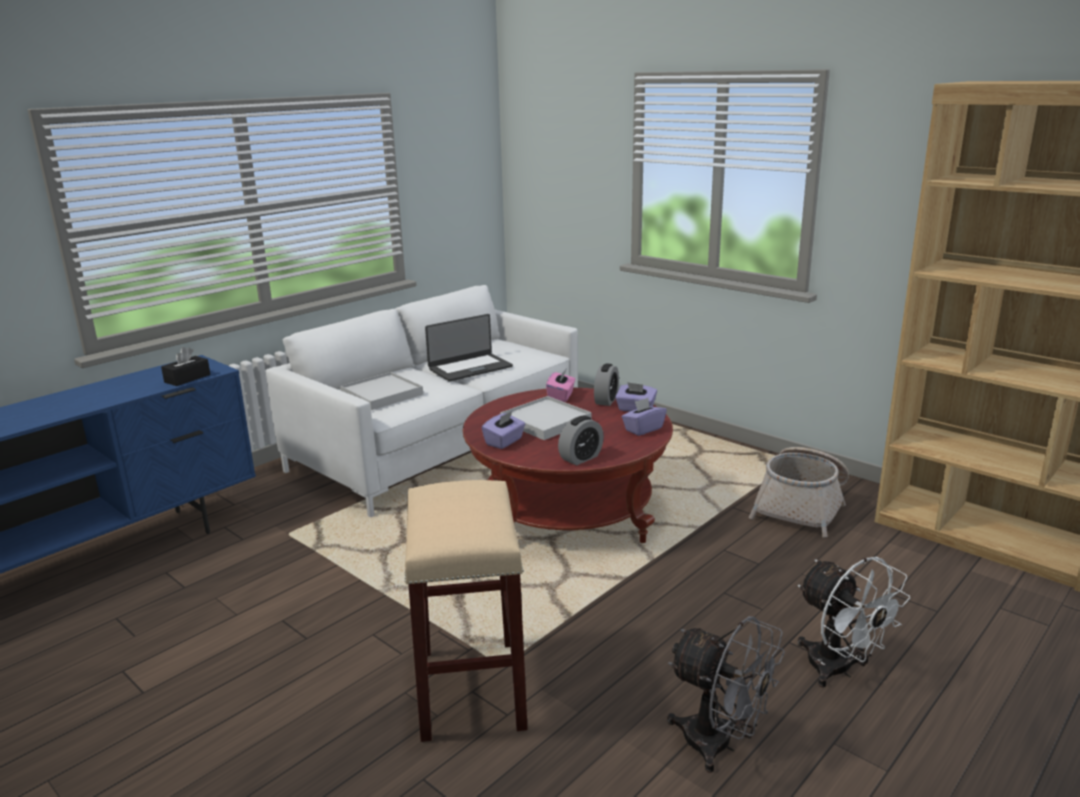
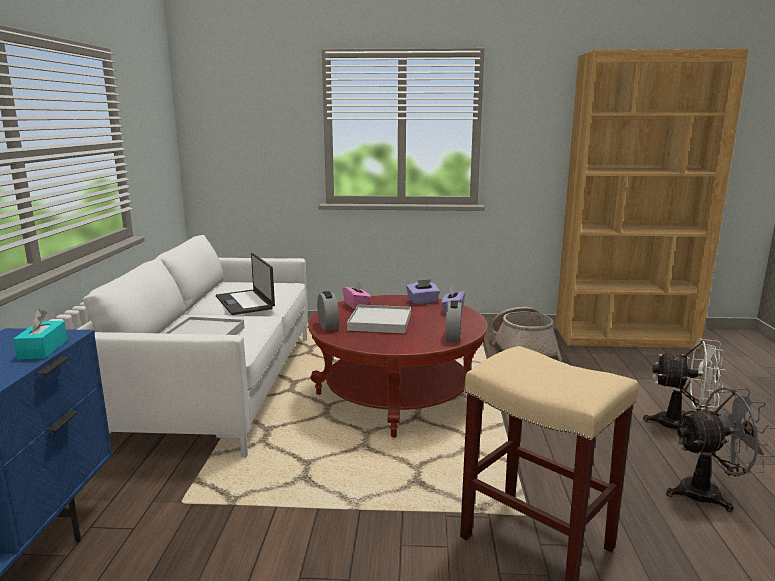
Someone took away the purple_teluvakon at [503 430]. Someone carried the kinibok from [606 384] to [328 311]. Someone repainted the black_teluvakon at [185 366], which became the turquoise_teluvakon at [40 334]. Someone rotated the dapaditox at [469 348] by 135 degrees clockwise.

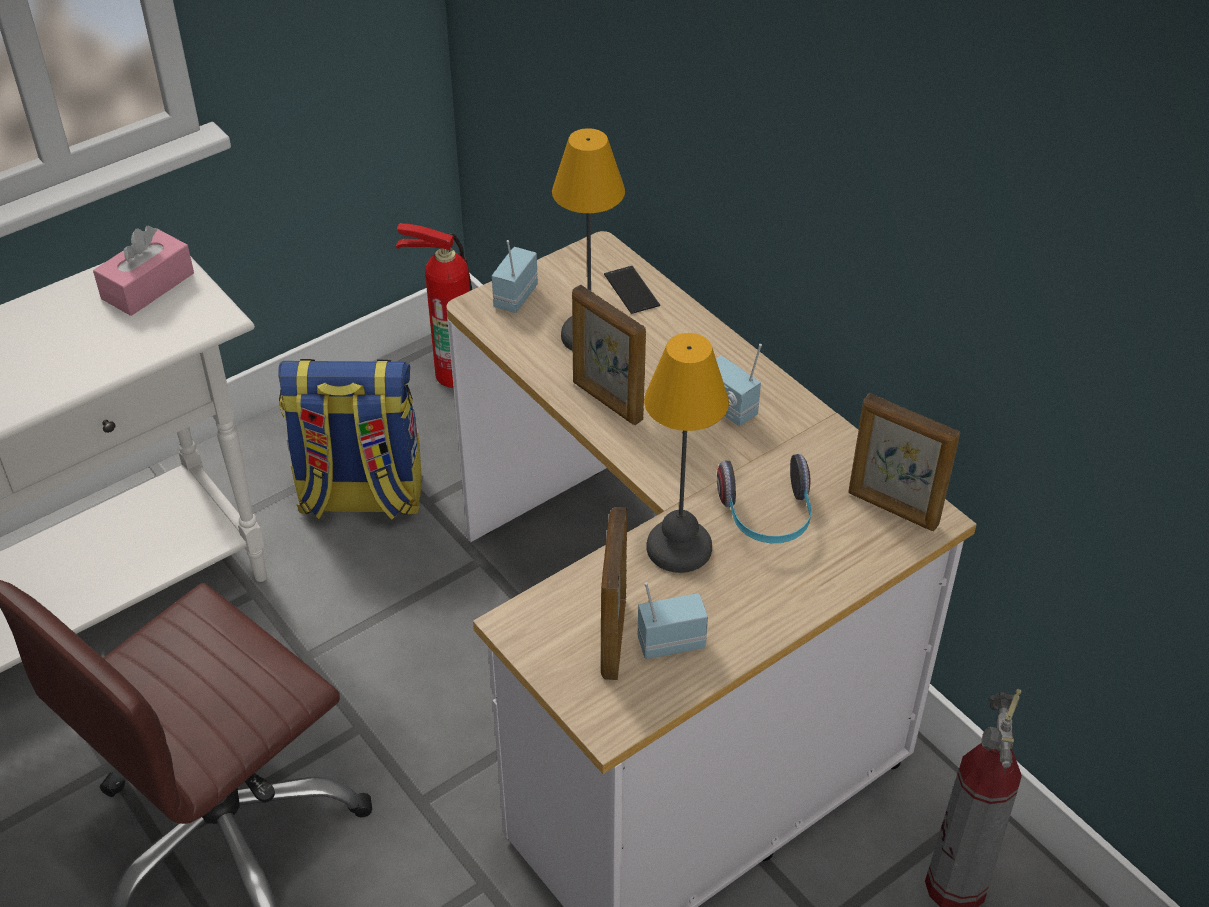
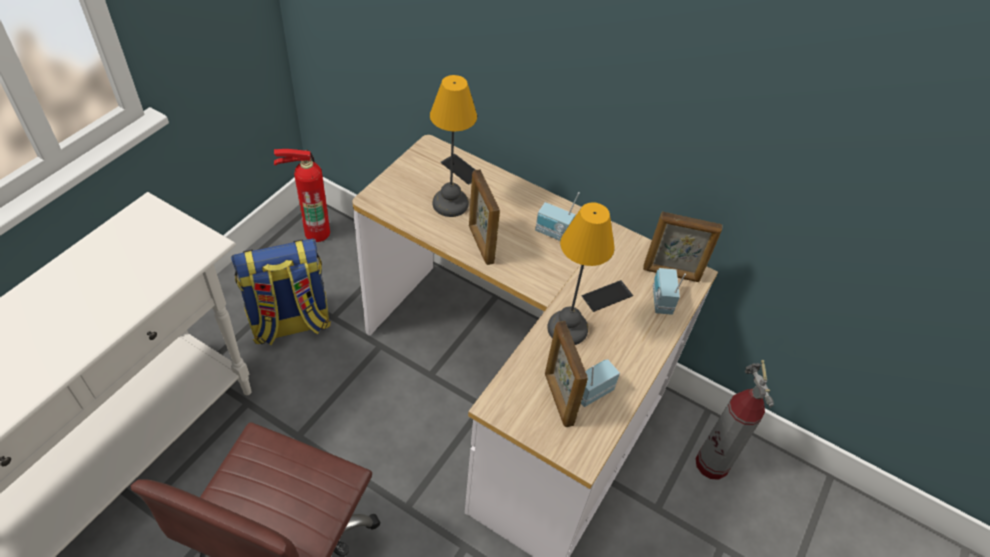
Someone took away the pink_teluvakon at [143 270]. Someone carried the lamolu from [515 276] to [669 291]. Someone swapped the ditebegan at [764 498] for the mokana at [607 296]. Someone rotated the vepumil at [609 355] by 45 degrees clockwise.

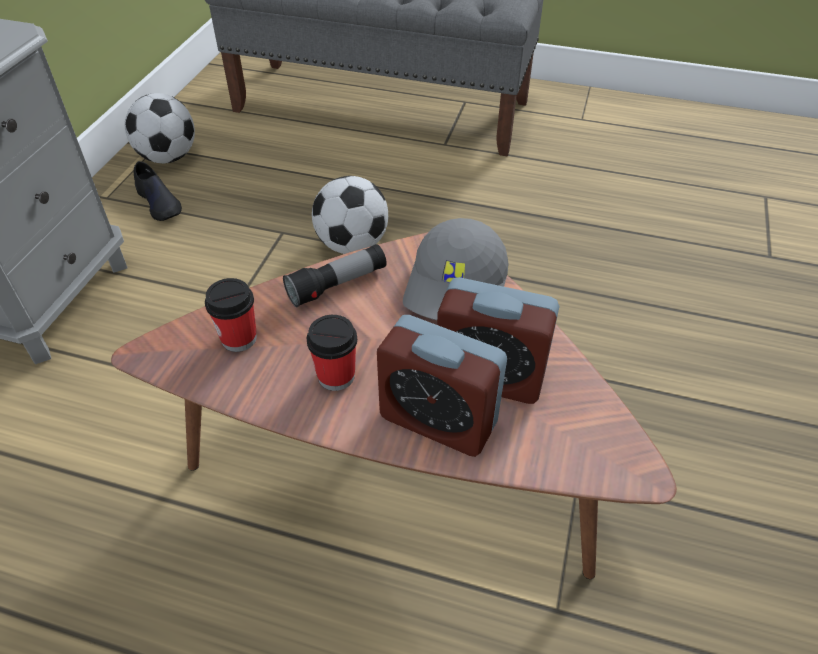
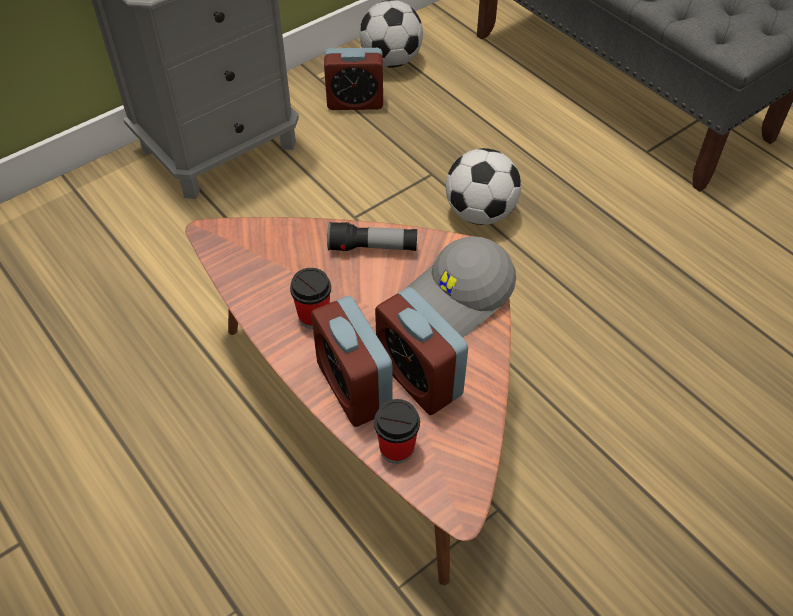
Someone carried the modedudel from [231 315] to [397 431]. Someone swapped the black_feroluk at [158 191] for the kinibok at [353 79].

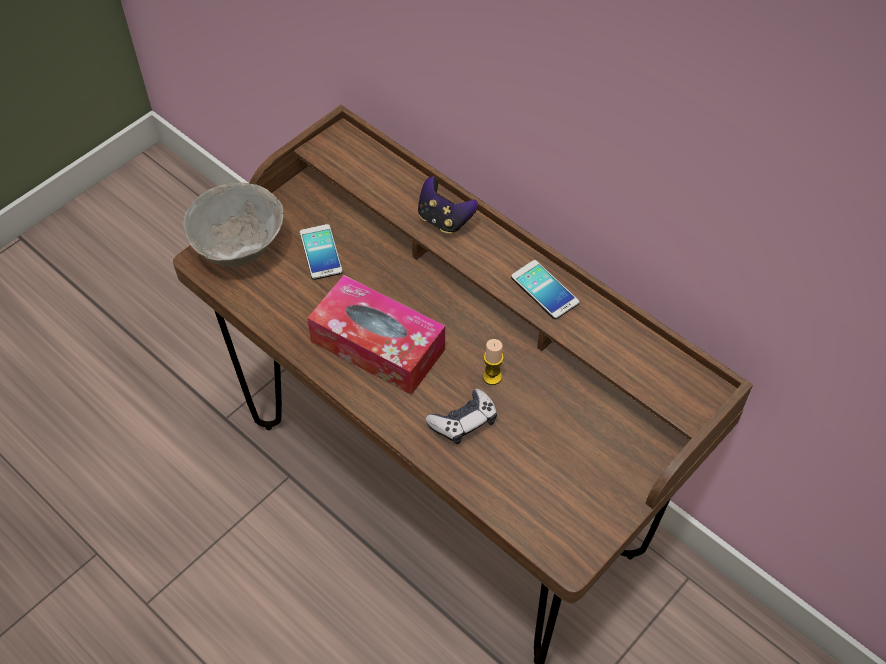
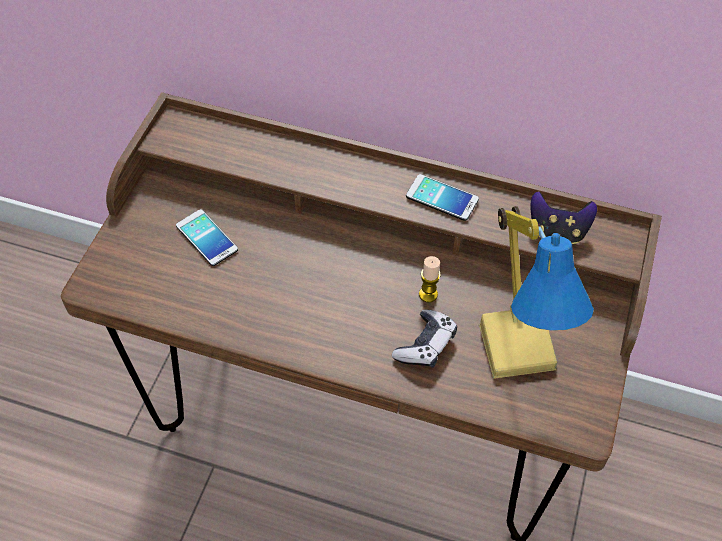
Someone took away the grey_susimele at [233 225]. Someone took away the teluvakon at [376 335]. Someone put down the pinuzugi at [536 292]. Someone carried the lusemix from [448 205] to [564 217].

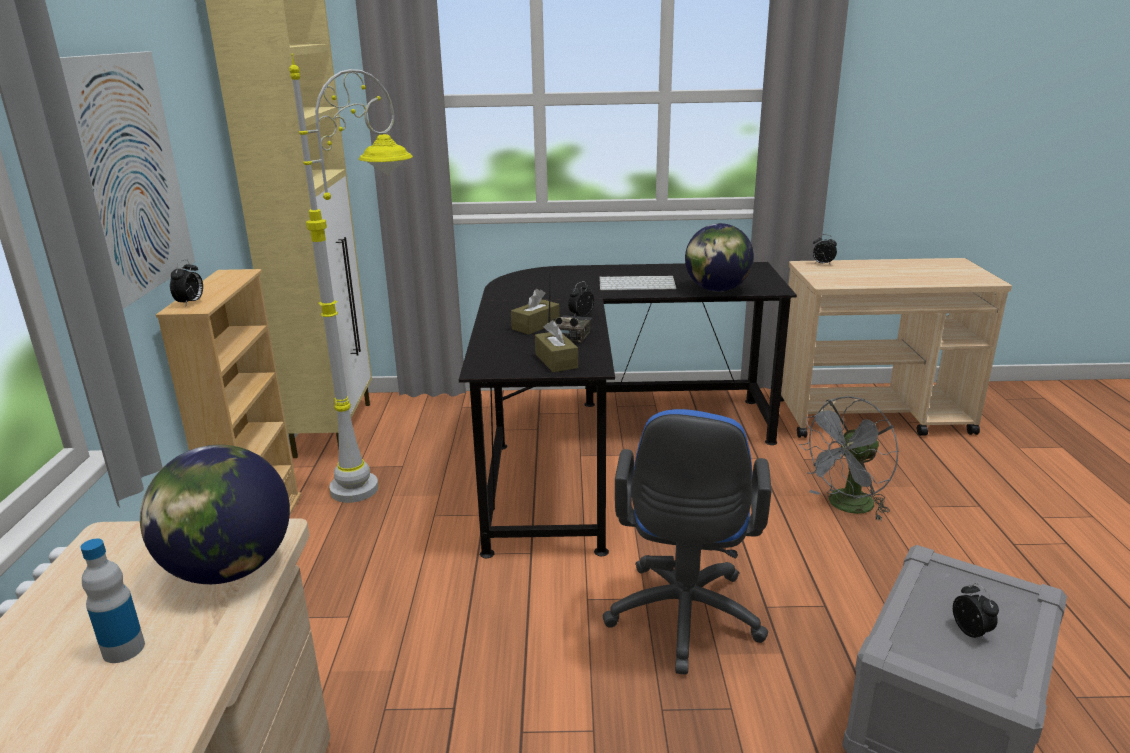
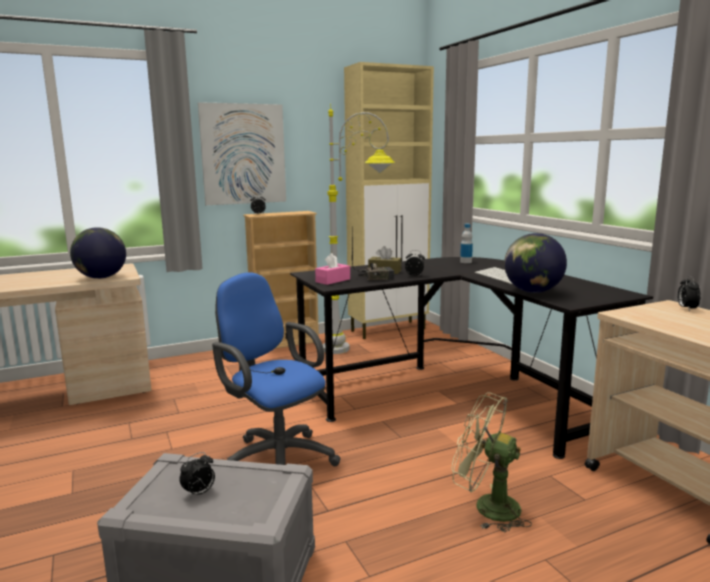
Someone carried the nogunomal from [112 600] to [466 243]. Someone repainted the brown_teluvakon at [556 346], which became the pink_teluvakon at [332 269]. Someone repainted the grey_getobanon at [849 458], which became the green_getobanon at [492 462]. Someone rotated the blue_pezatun at [687 542] by 60 degrees clockwise.

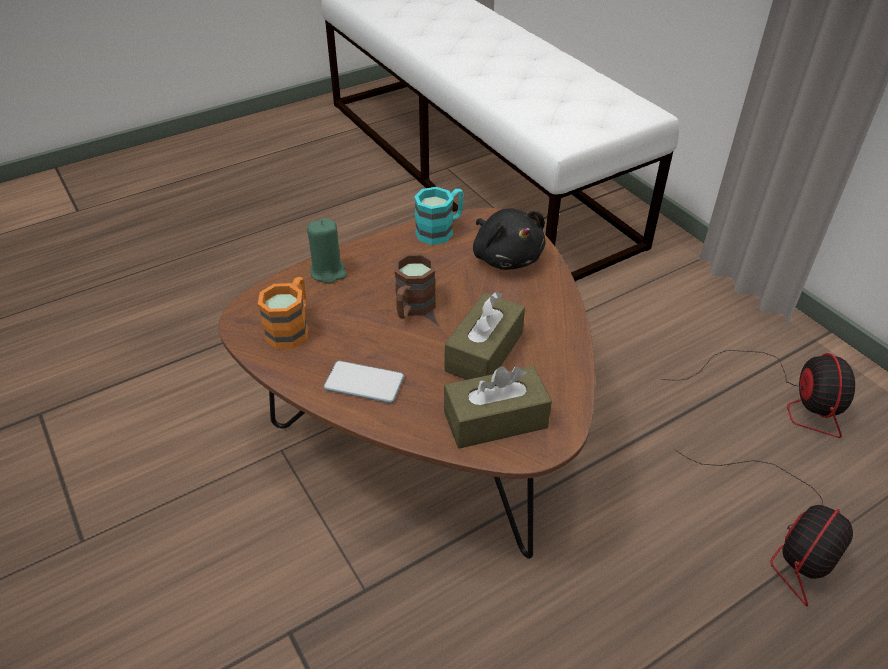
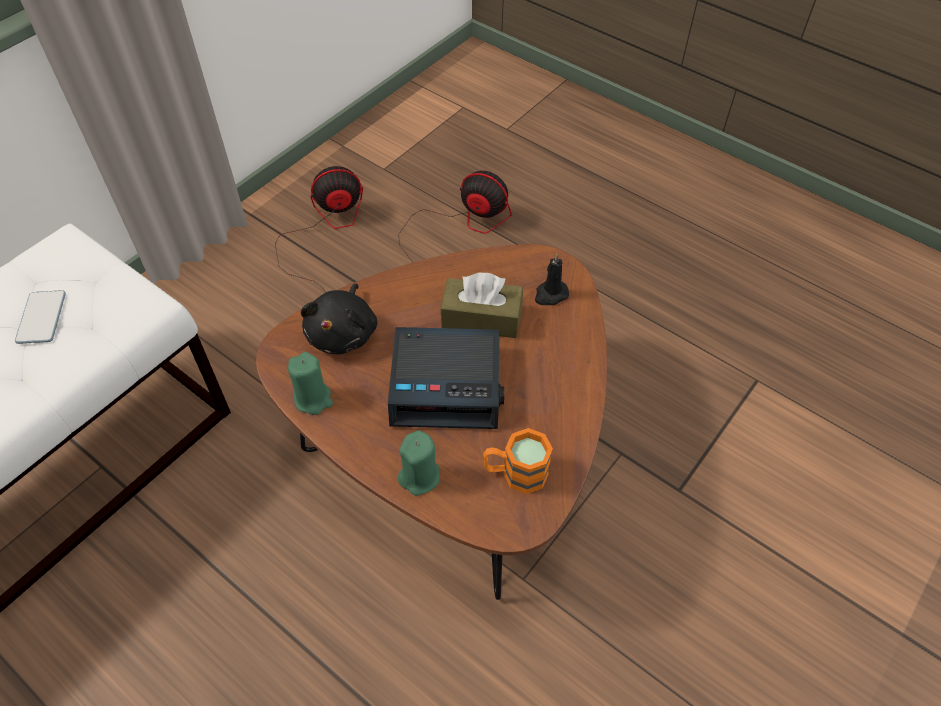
Someone carried the mokana from [363 382] to [40 317]. Someone swapped the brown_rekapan at [415 286] for the kinibok at [446 378]. Someone swapped the turquoise_rekapan at [439 216] for the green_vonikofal at [310 383]. Someone swapped the brown_teluvakon at [498 407] for the black_vonikofal at [552 279]. Someone rotated the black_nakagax at [509 239] by 150 degrees clockwise.

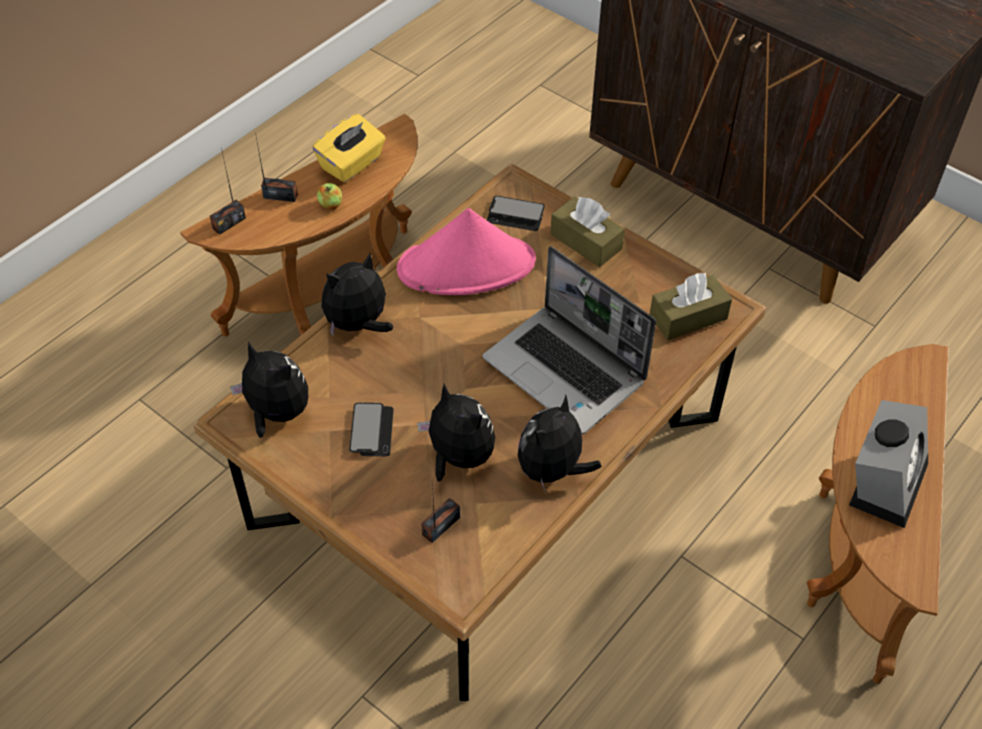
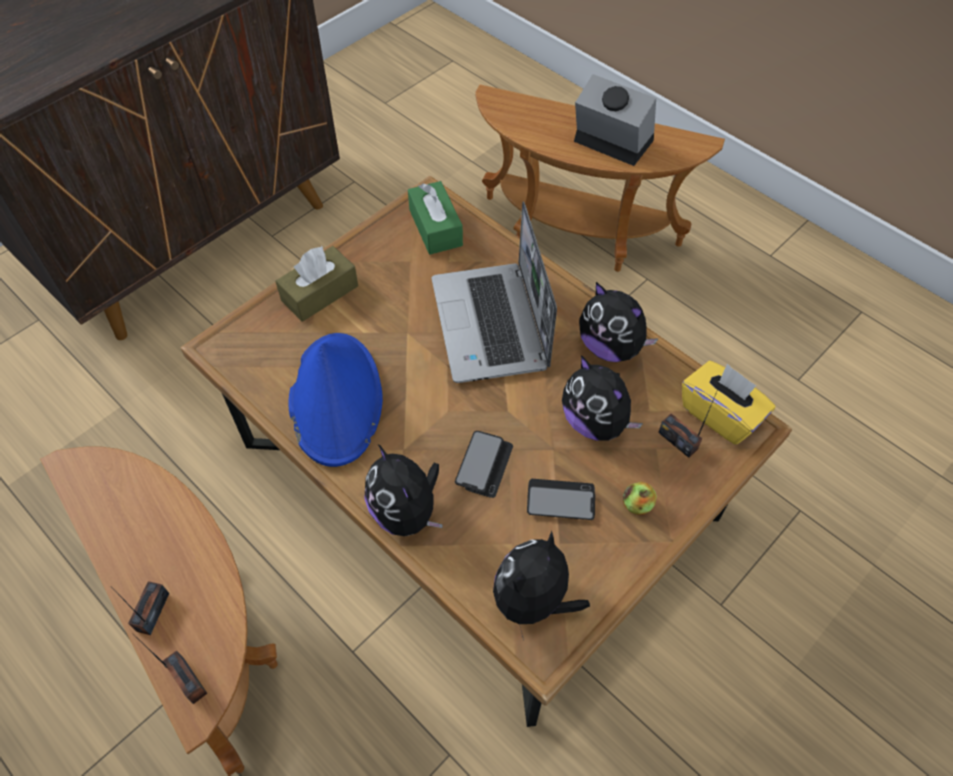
Someone carried the yellow_teluvakon from [349 148] to [729 403]. Someone carried the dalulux from [329 196] to [640 498]. Someone carried the mokana from [516 213] to [484 464]. Someone repainted the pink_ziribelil at [466 251], which became the blue_ziribelil at [335 400]. Someone repainted the brown_teluvakon at [690 306], which became the green_teluvakon at [435 218]. Someone rotated the nakagax at [456 432] by 90 degrees counterclockwise. Someone rotated the dapaditox at [569 340] by 120 degrees clockwise.

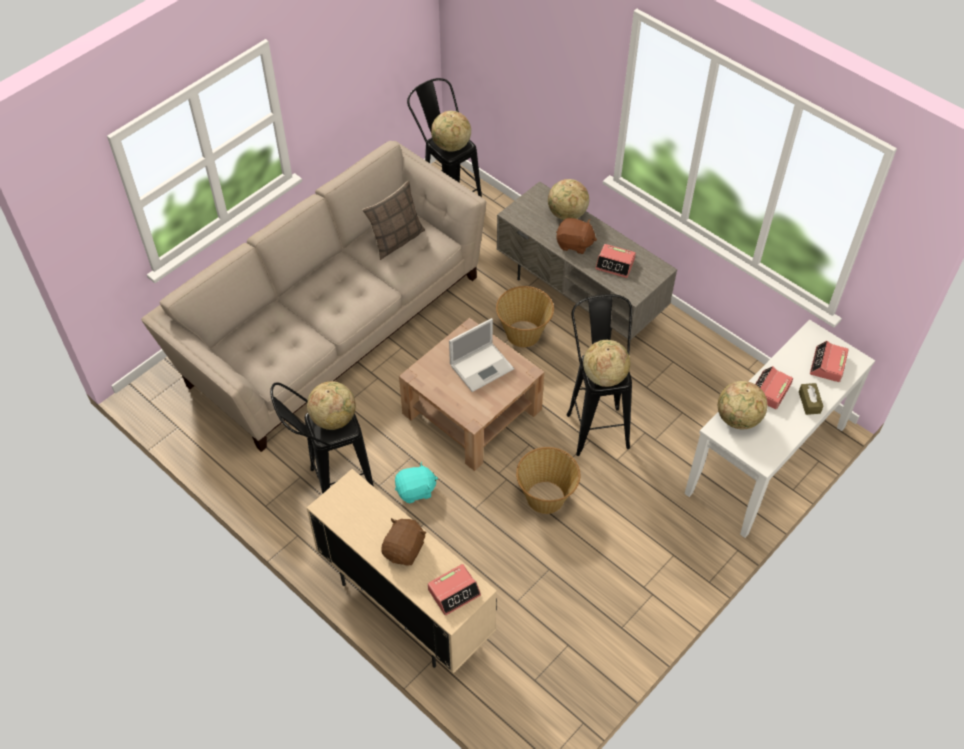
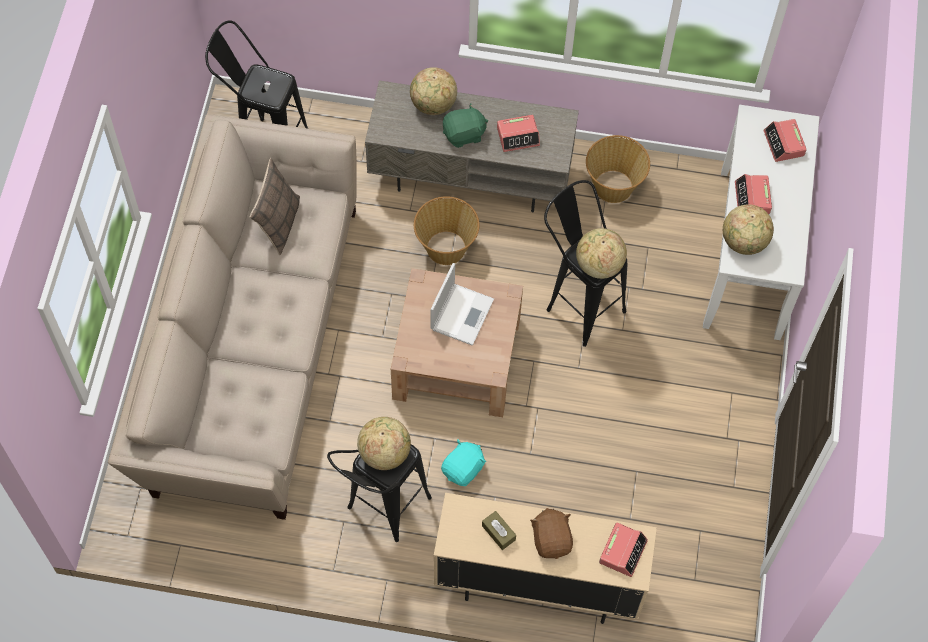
Someone took away the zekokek at [451 131]. Someone carried the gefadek from [548 480] to [618 169]. Someone carried the brown_teluvakon from [811 399] to [499 530]. Someone repainted the brown_nakagax at [576 236], which became the green_nakagax at [465 125].

